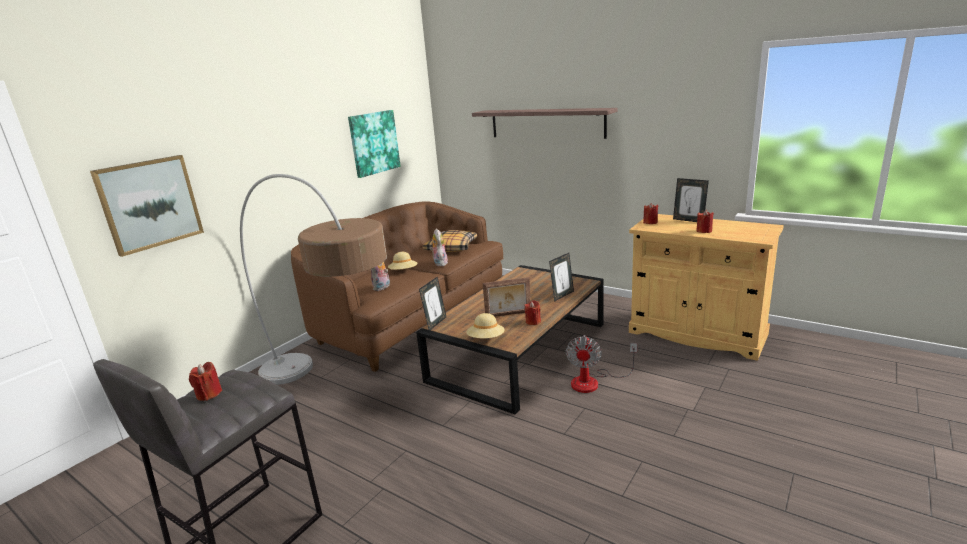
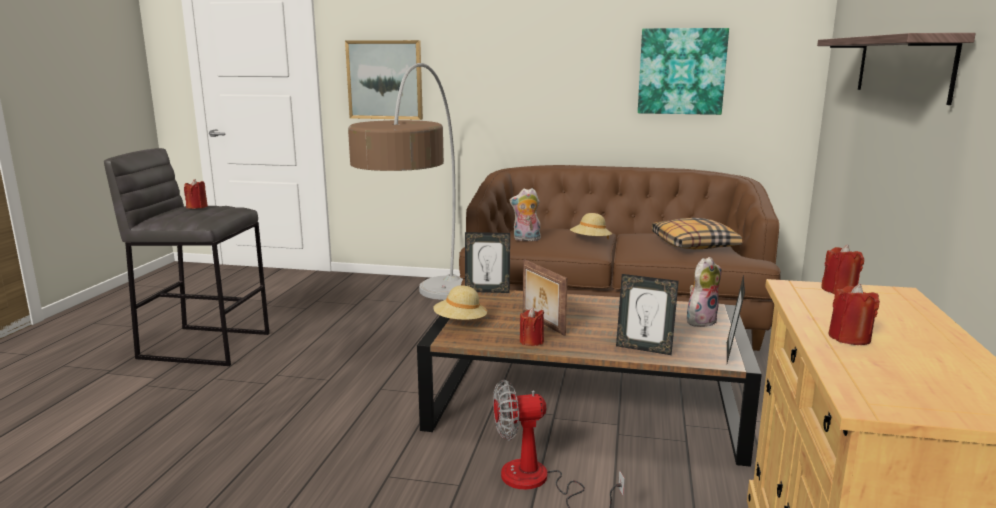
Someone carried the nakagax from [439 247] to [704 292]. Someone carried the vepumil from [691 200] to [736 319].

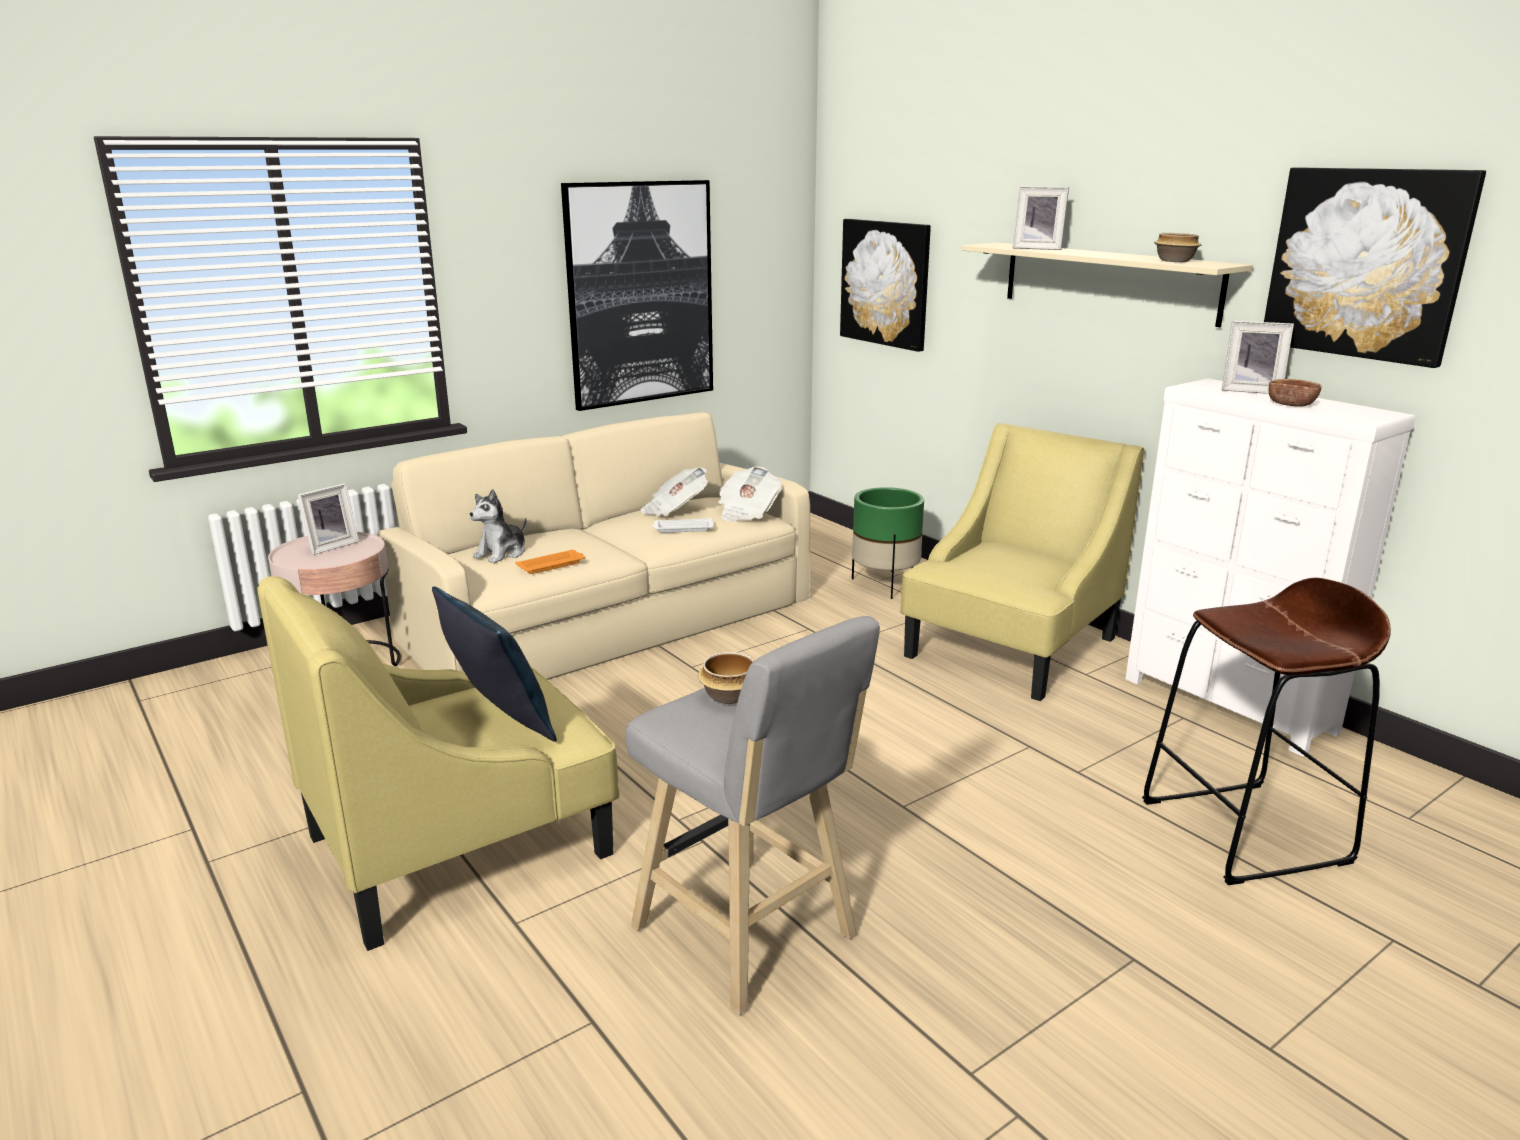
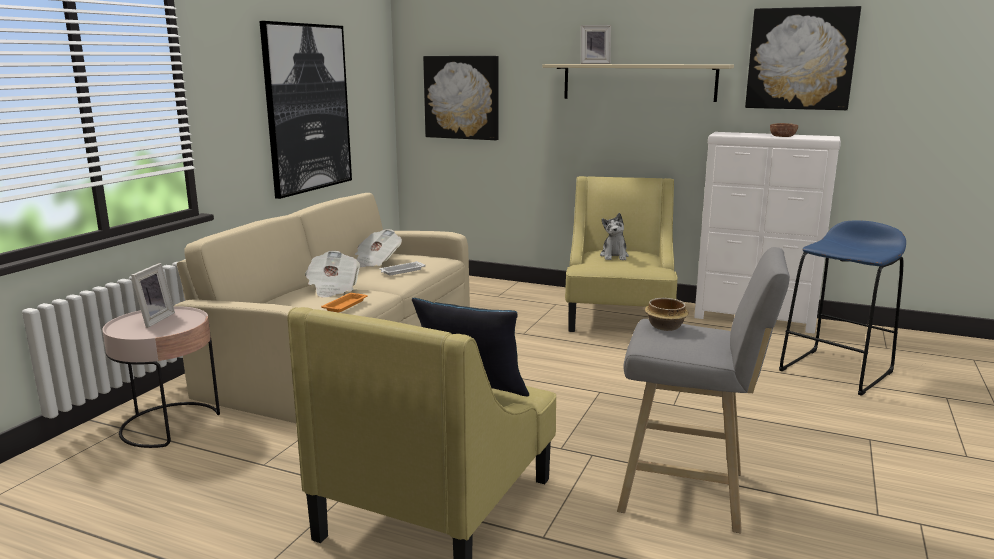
Someone took away the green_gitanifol at [888 543]. Someone took away the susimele at [1177 247]. Someone took away the vepumil at [1258 357]. Someone carried the nakagax from [498 526] to [614 236]. Someone carried the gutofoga from [750 493] to [332 274]. Someone repainted the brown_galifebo at [1266 731], which became the blue_galifebo at [842 308].

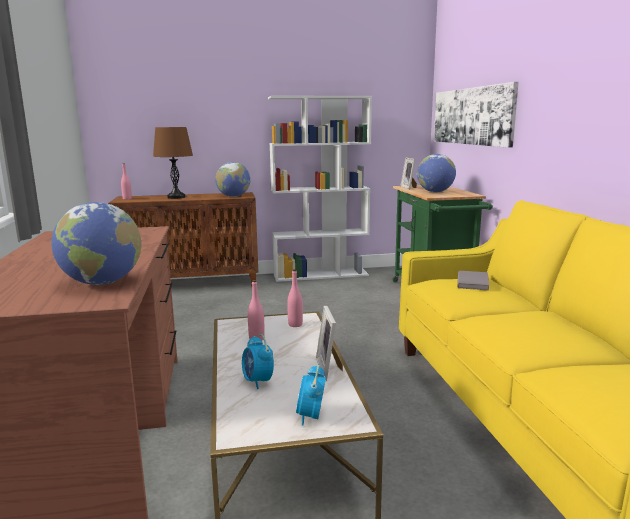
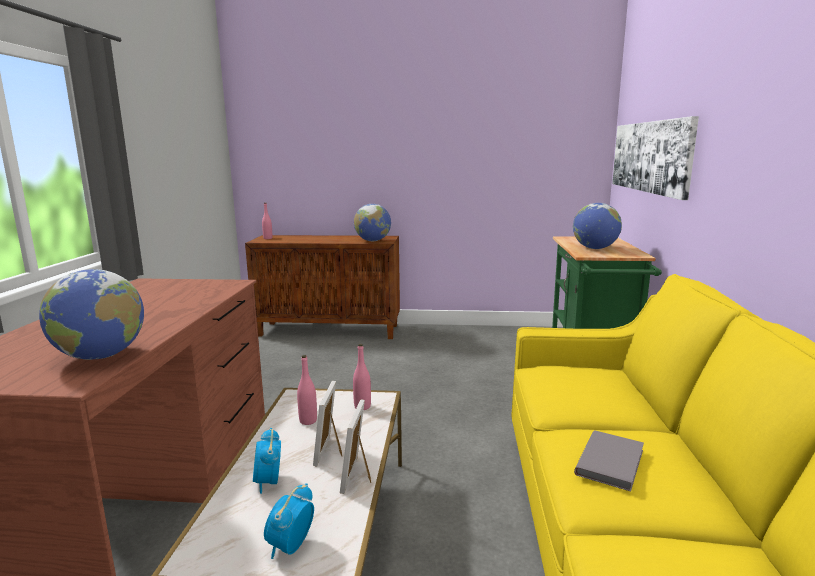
Someone took away the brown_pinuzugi at [173 163]. Someone took away the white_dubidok at [320 189]. Someone carried the vepumil from [408 173] to [327 423]. Someone carried the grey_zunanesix from [473 281] to [609 461].

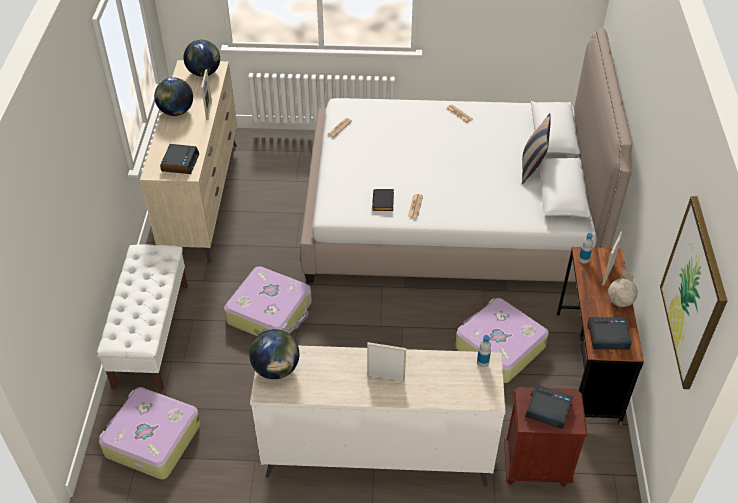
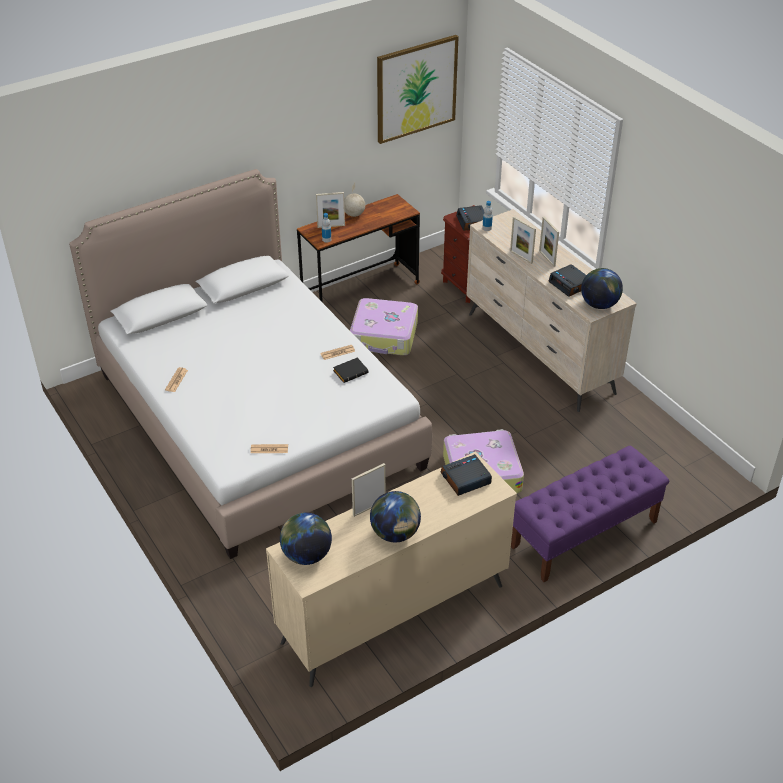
Someone took away the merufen at [150 433]. Someone took away the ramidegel at [536 148]. Someone put down the vepumil at [523 240]. Someone carried the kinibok from [610 333] to [567 280]. Someone repainted the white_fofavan at [142 318], which became the purple_fofavan at [590 514].

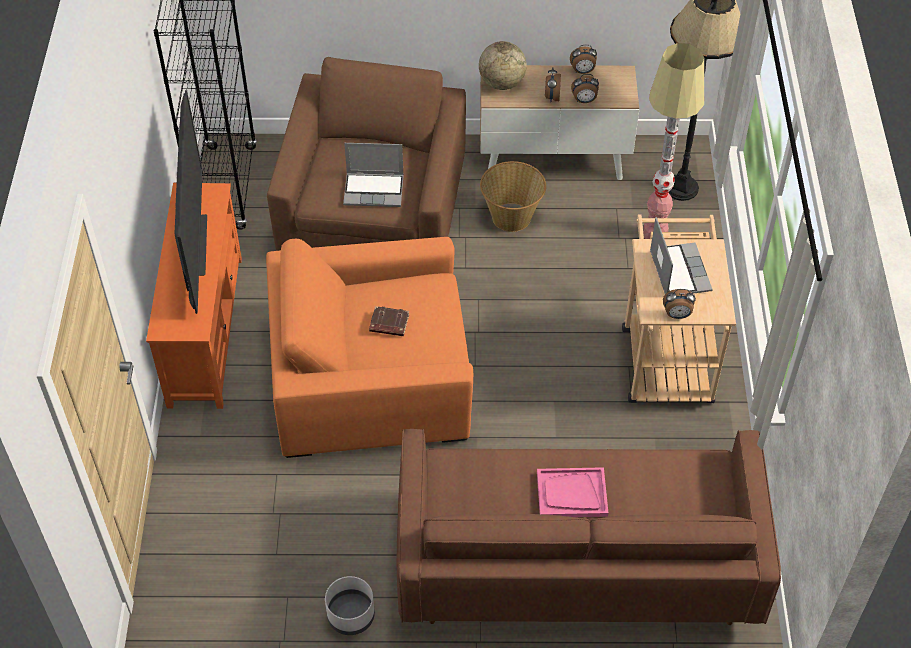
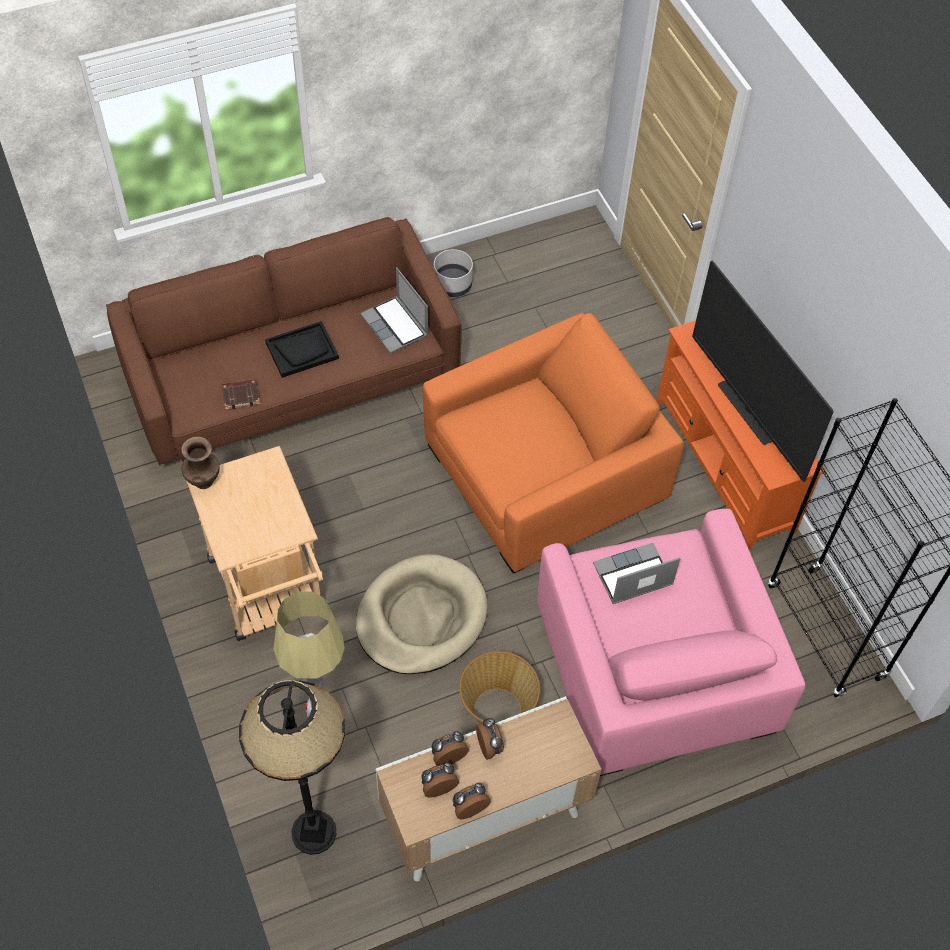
Someone took away the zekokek at [503 65]. Someone put down the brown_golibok at [200 462]. Someone put down the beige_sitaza at [422 614]. Someone carried the brown_zunanesix from [389 321] to [241 394]. Someone carried the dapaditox from [681 255] to [394 310]. Someone carried the kinibok from [679 304] to [440 780]. Someone repainted the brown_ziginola at [366 154], which became the pink_ziginola at [671 642]. Someone repainted the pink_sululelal at [572 492], which became the black_sululelal at [302 349].

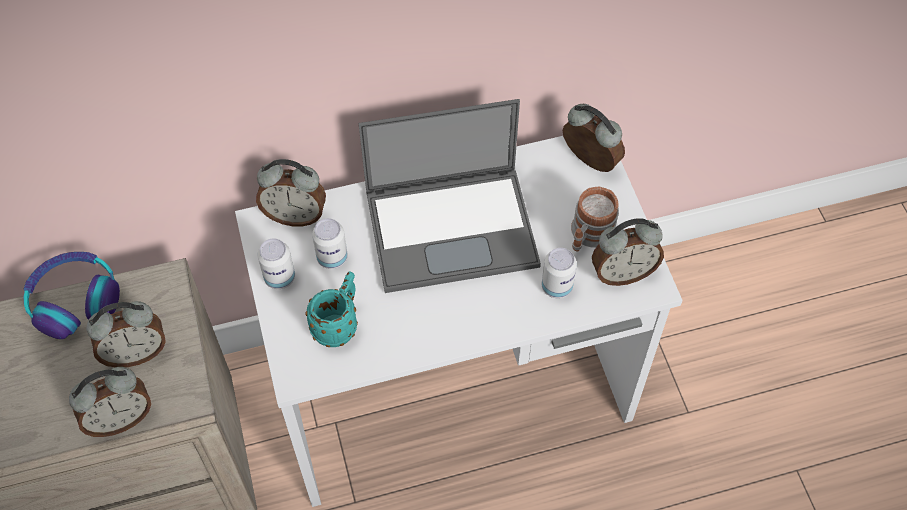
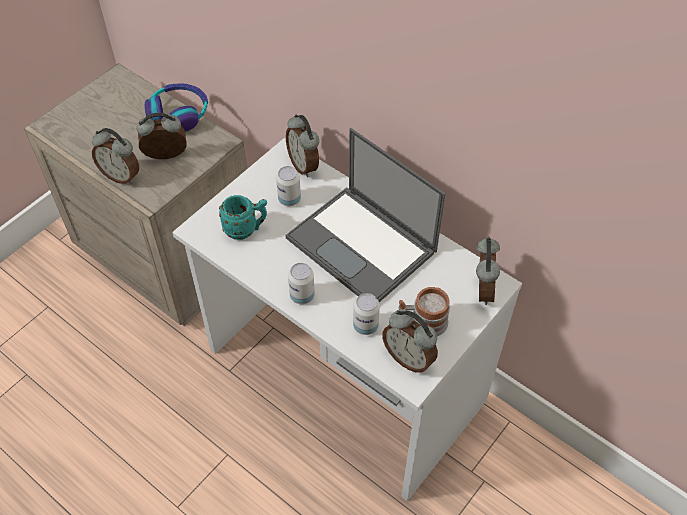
Someone carried the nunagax from [276 264] to [301 283]. Someone rotated the kinibok at [126 334] by 135 degrees clockwise.

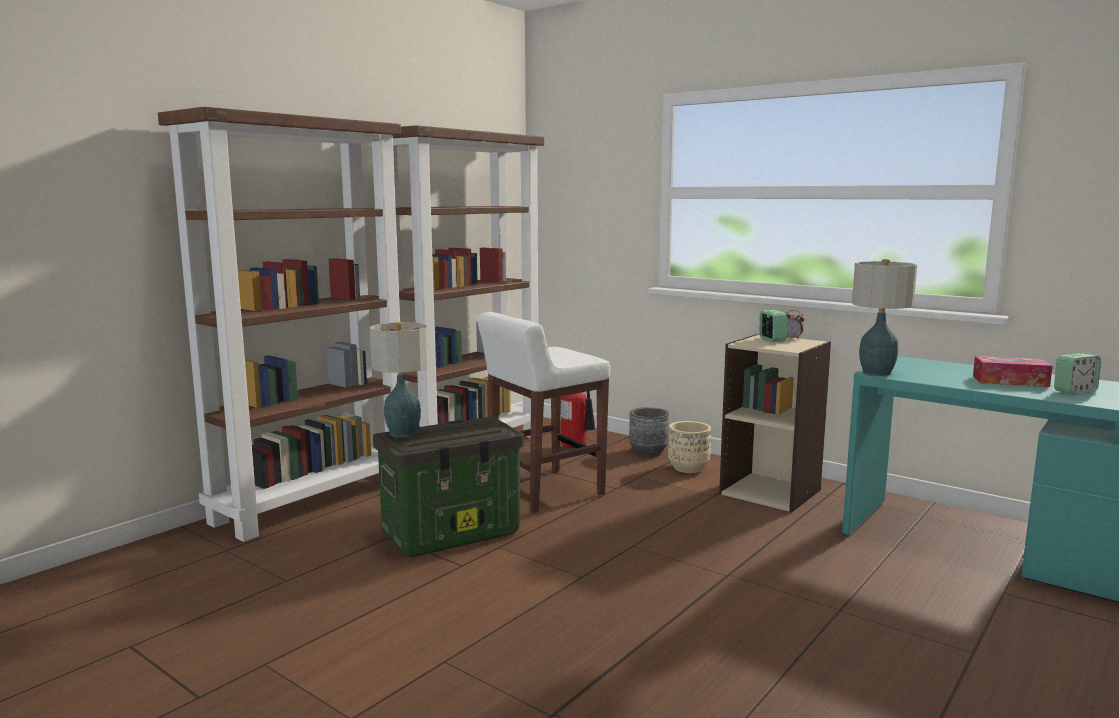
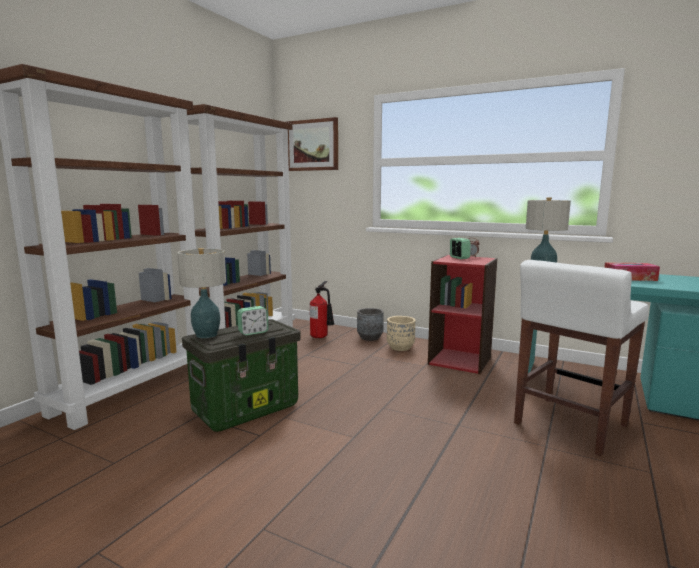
Someone put up the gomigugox at [312 144]. Someone carried the white_galifebo from [544 412] to [581 358]. Someone carried the kinibok from [1077 373] to [253 321]. Someone repainted the beige_dubidok at [775 423], which became the red_dubidok at [463 314].

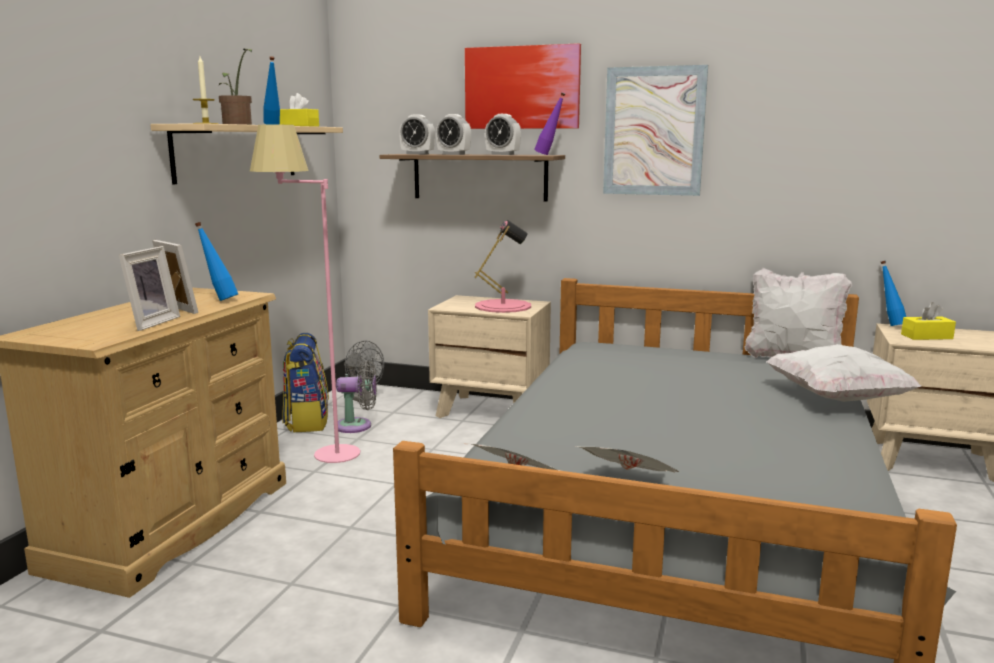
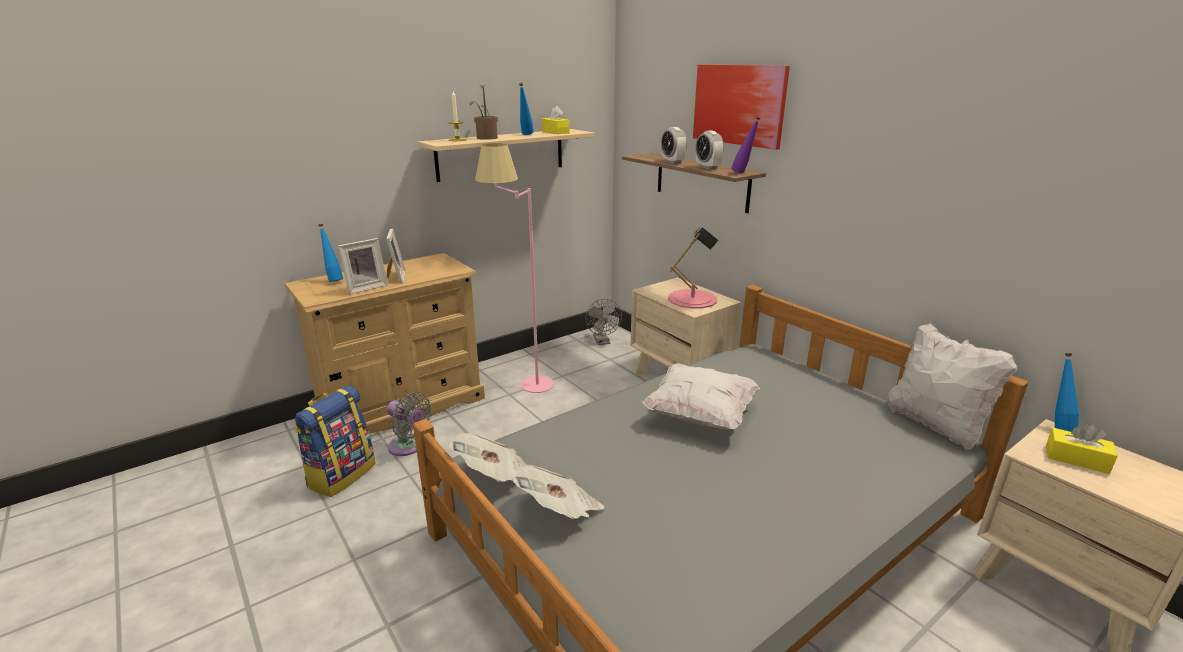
Someone took away the kinibok at [417 134]. Someone took away the gomigugox at [655 130]. Someone carried the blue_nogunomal from [216 261] to [331 253]. Someone carried the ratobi from [305 382] to [334 441]. Someone carried the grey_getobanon from [356 396] to [409 424]. Someone carried the white_ramidegel from [843 373] to [701 396].

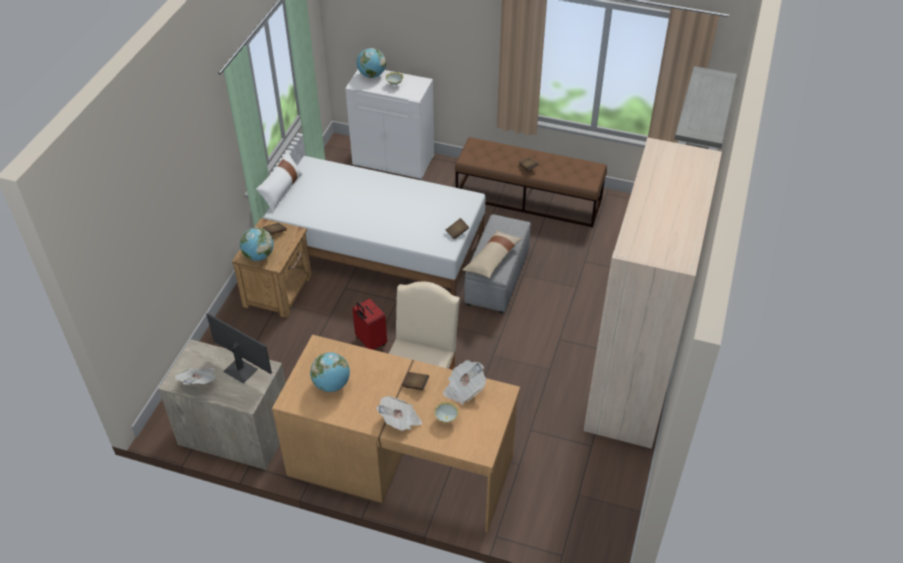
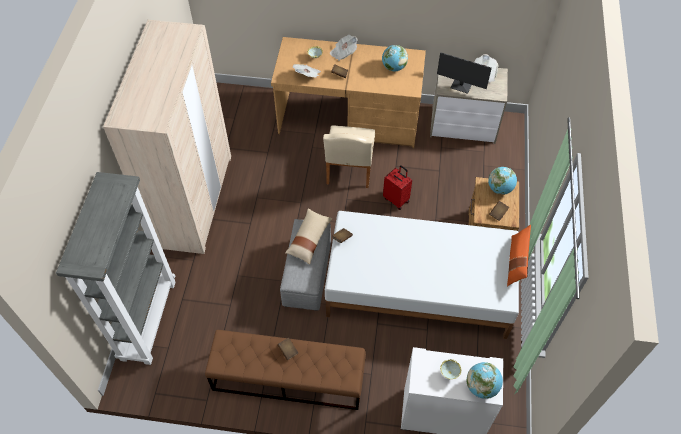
Someone repainted the white_ramidegel at [279 181], which became the orange_ramidegel at [519 256].

